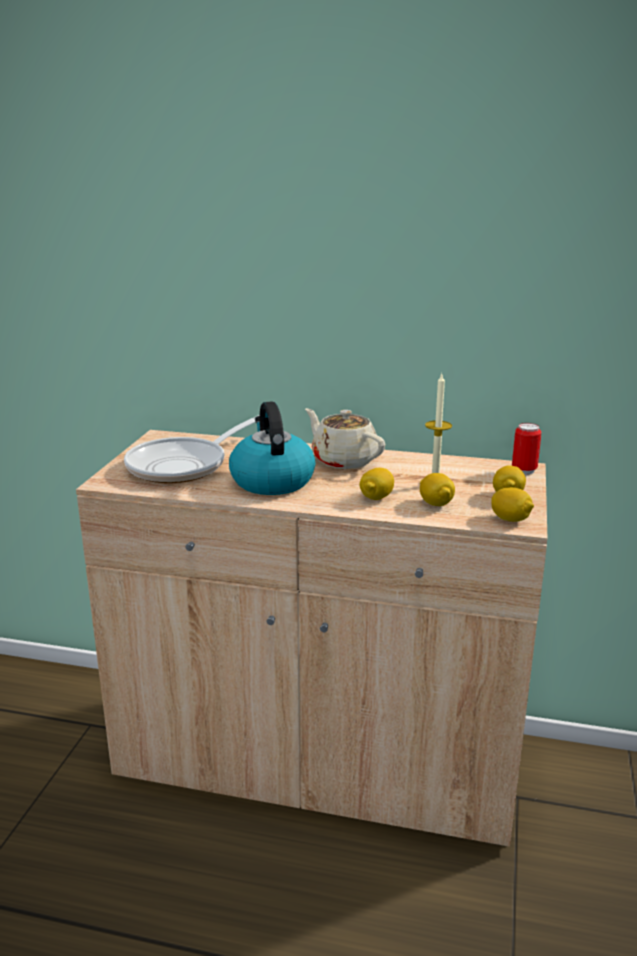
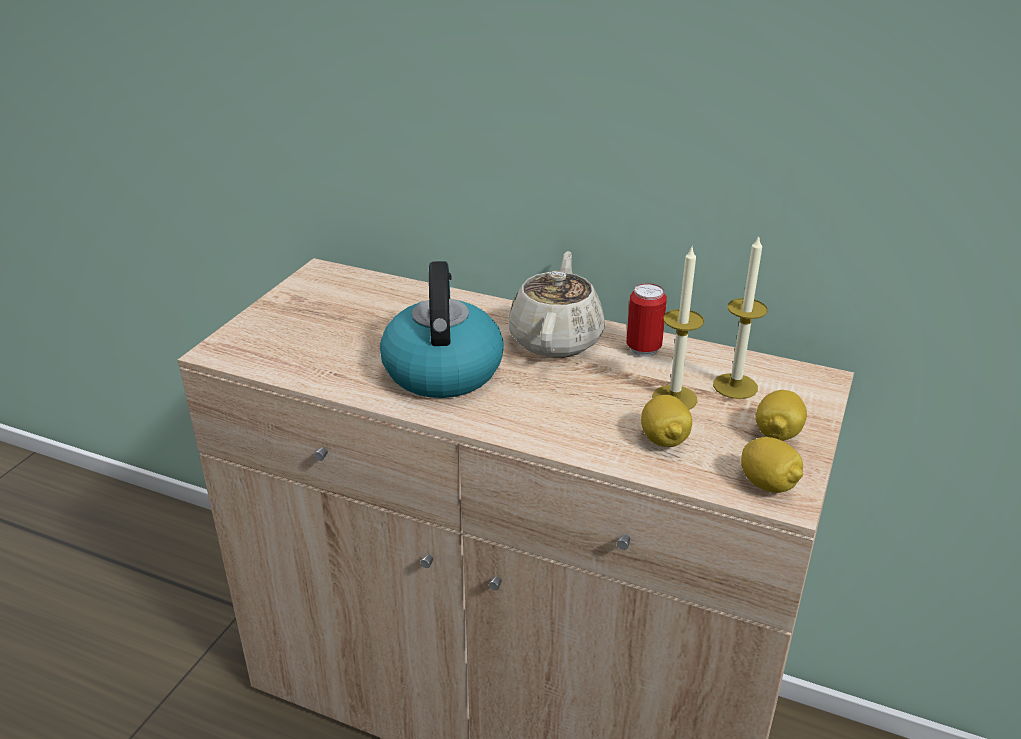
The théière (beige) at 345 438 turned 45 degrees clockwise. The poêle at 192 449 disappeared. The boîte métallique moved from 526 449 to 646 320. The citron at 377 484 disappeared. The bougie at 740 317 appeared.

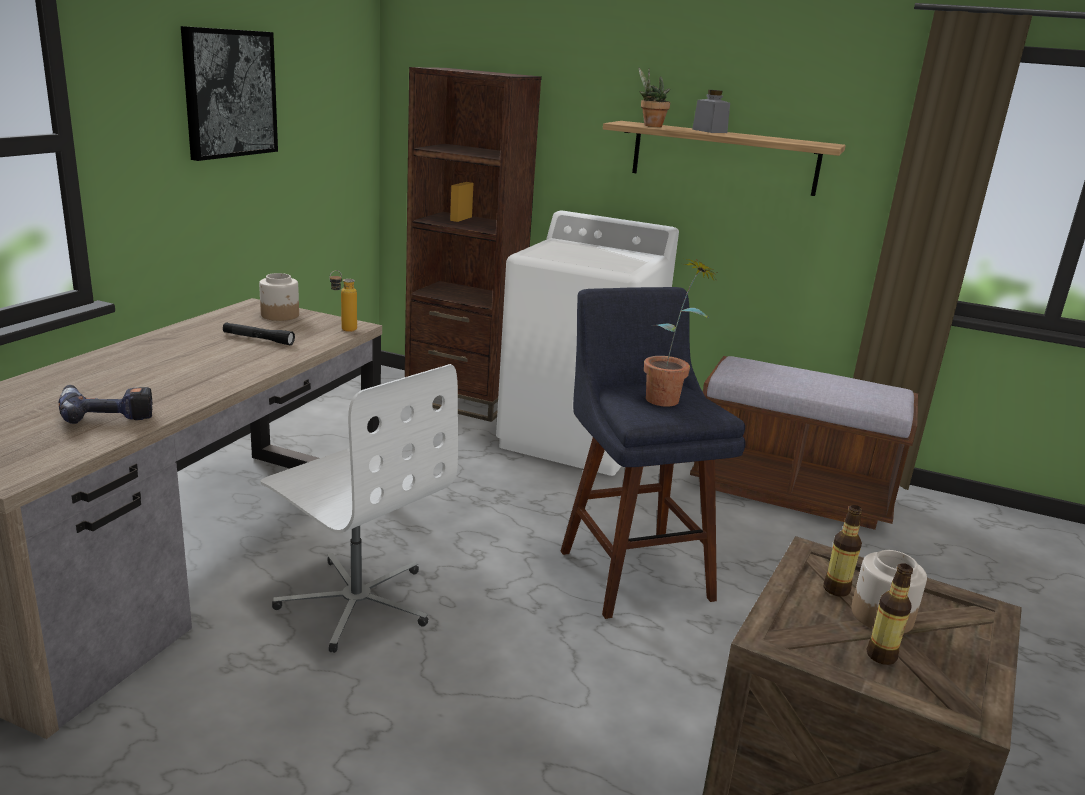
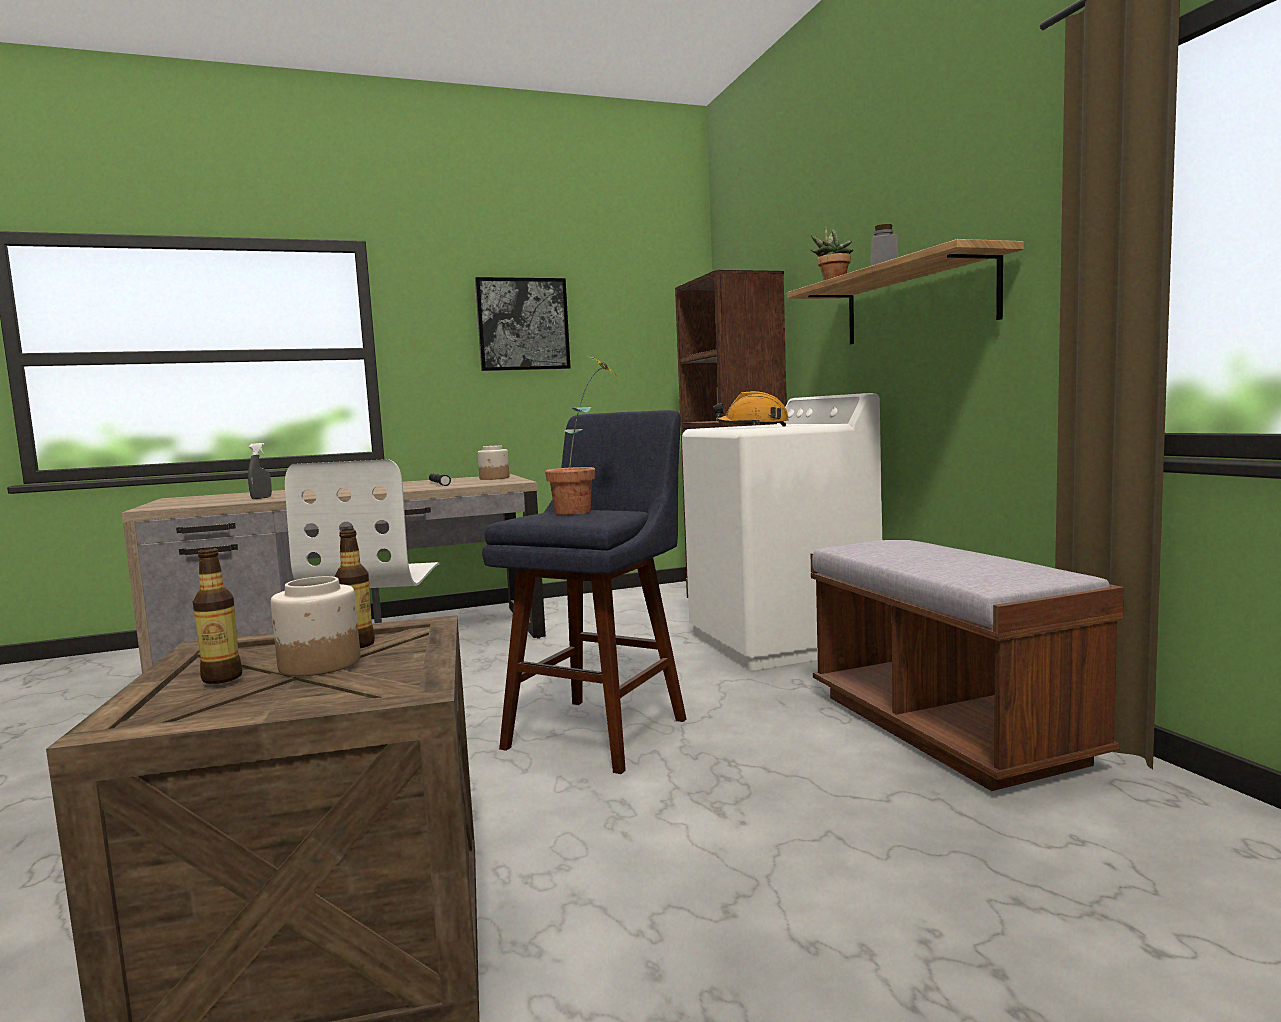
The bouteille at 343 301 disappeared. The perceuse at 106 404 was replaced by the vaporisateur (gris) at 260 471. The casque de chantier (orange) at 751 409 appeared.

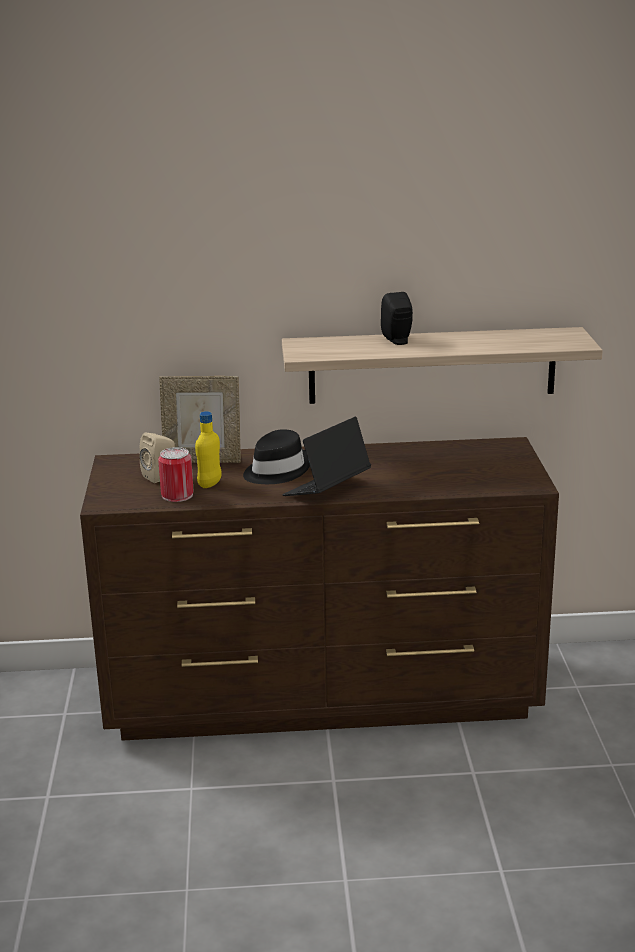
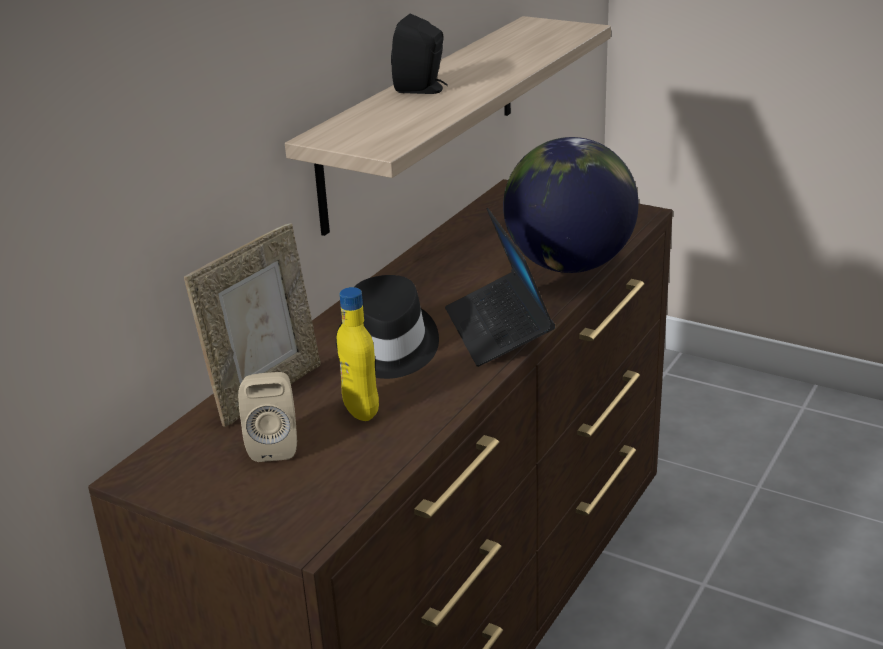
The boîte métallique at 176 474 disappeared. The globe at 571 205 appeared.

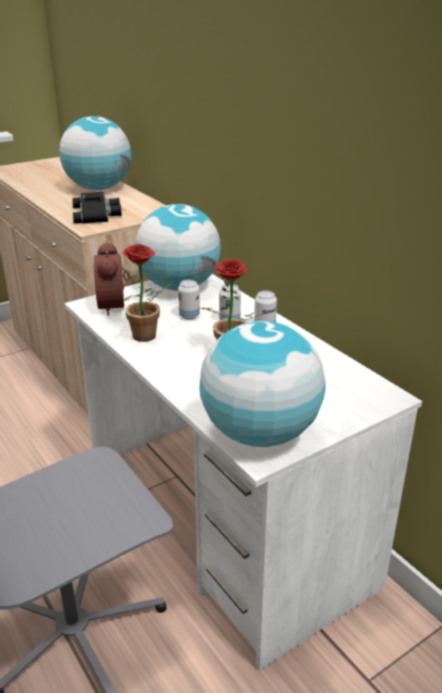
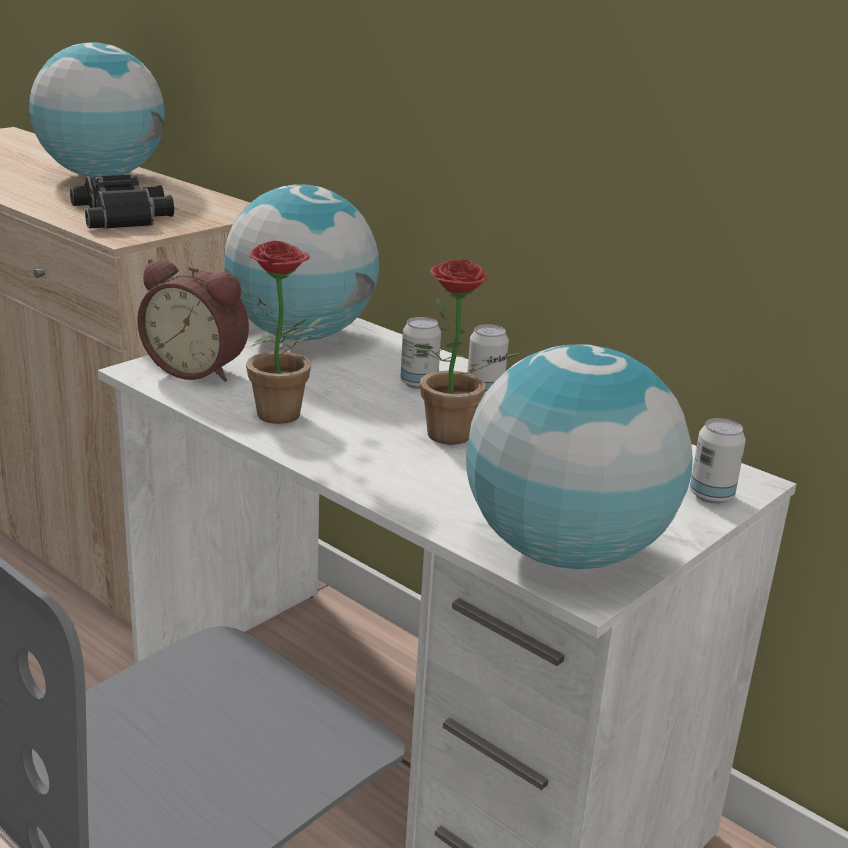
The réveil at 112 279 turned 45 degrees counterclockwise. The boîte métallique moved from 189 299 to 718 461.

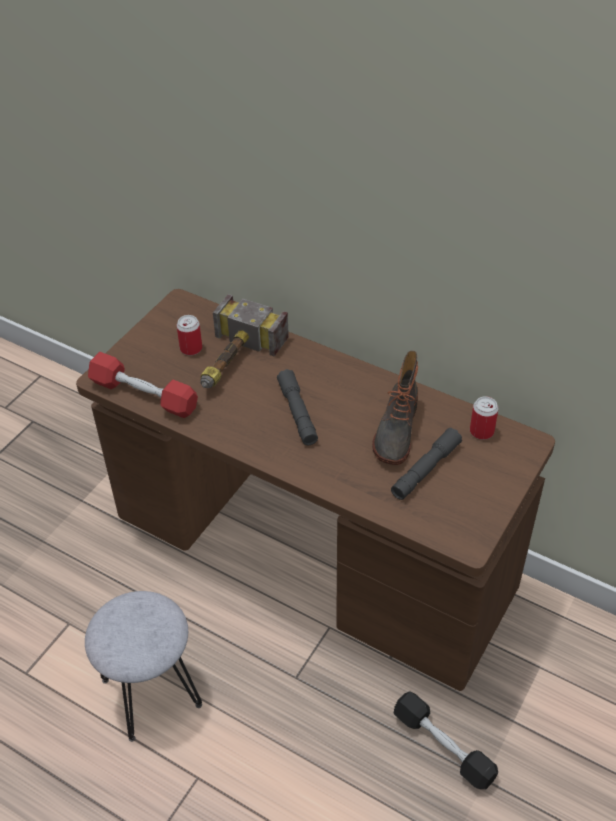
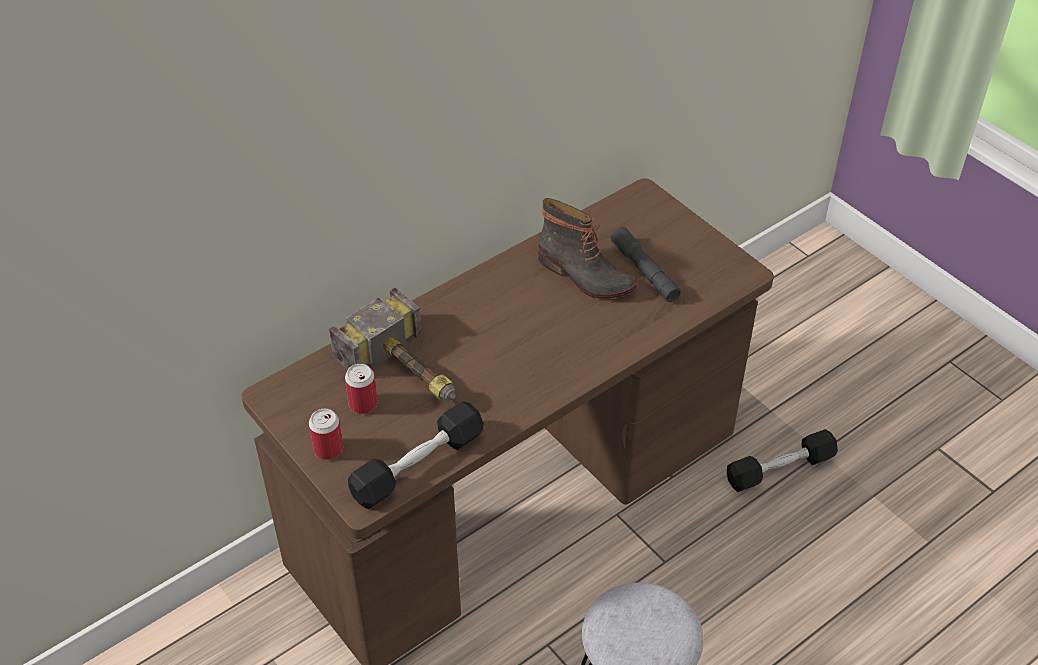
The haltère (rouge) at 143 385 became the haltère (noir) at 416 455. The lampe de poche (gris) at 297 407 disappeared. The boîte métallique moved from 484 418 to 326 434.

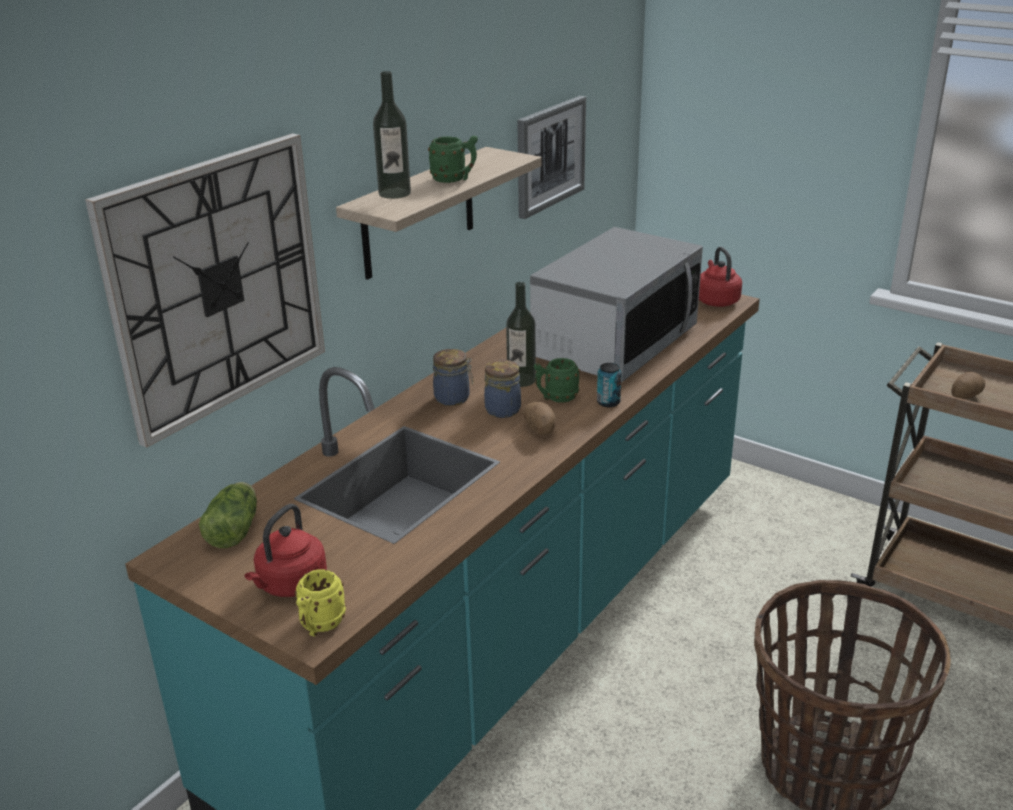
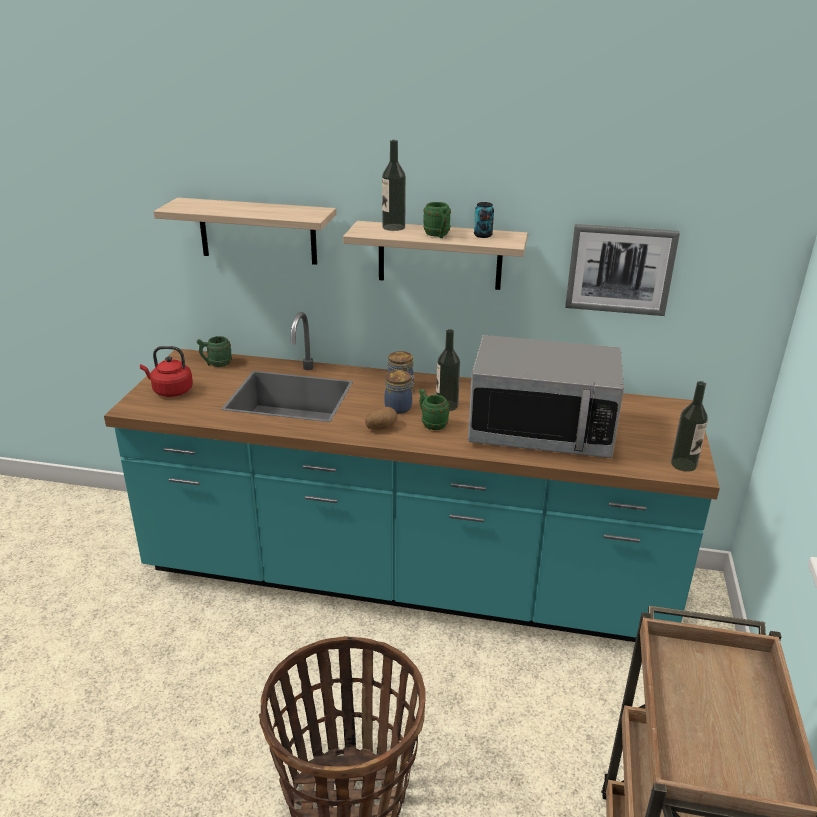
The horloge murale at 205 290 was replaced by the étagère at 245 231. The bouilloire (rouge) at 720 277 was replaced by the bouteille at 689 426. The boîte métallique moved from 609 385 to 484 220. The pomme de terre at 968 385 disappeared. The laitue at 228 515 was replaced by the mug (vert) at 214 351. The mug (jaune) at 320 602 disappeared.

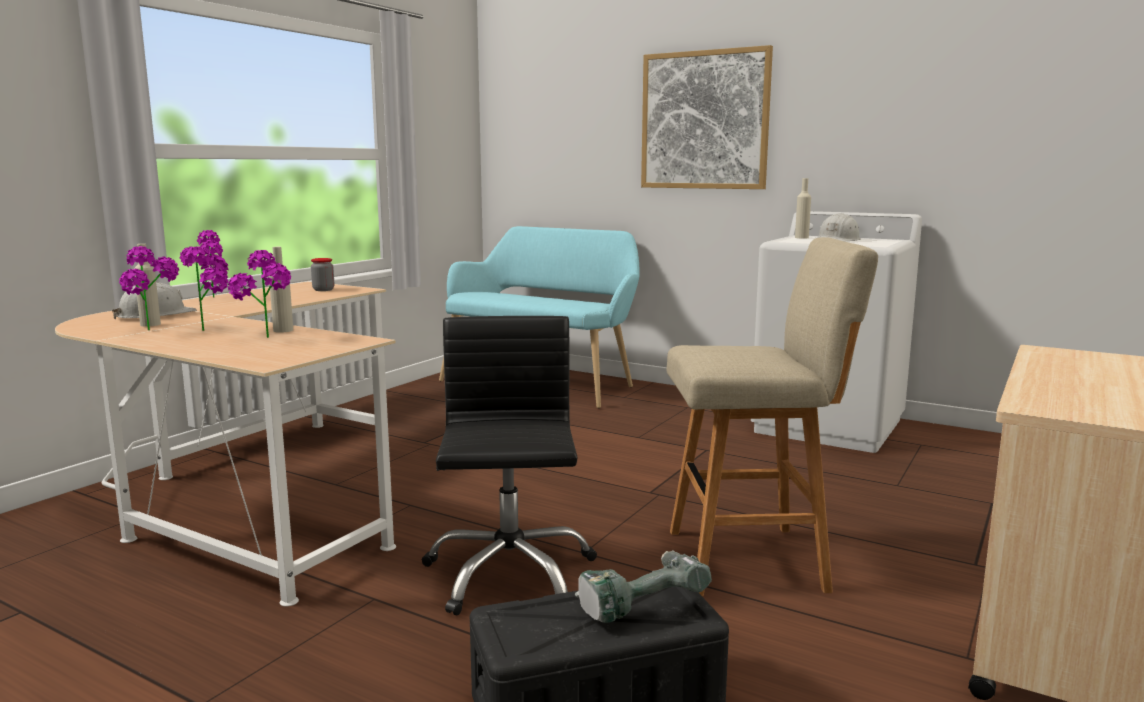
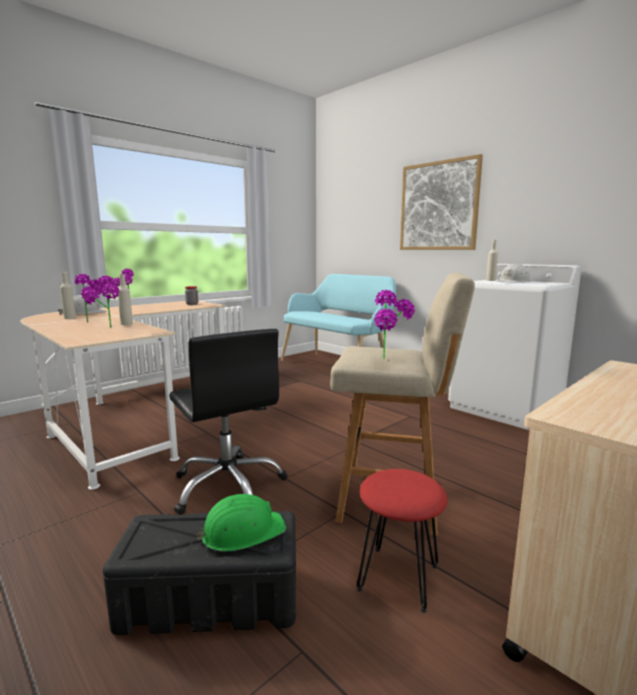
The plante en pot moved from 149 288 to 394 324. The chaise de bureau (noir) at 509 466 turned 135 degrees clockwise. The perceuse at 643 586 was replaced by the casque de chantier (vert) at 241 522. The tabouret (rouge) at 402 541 appeared.

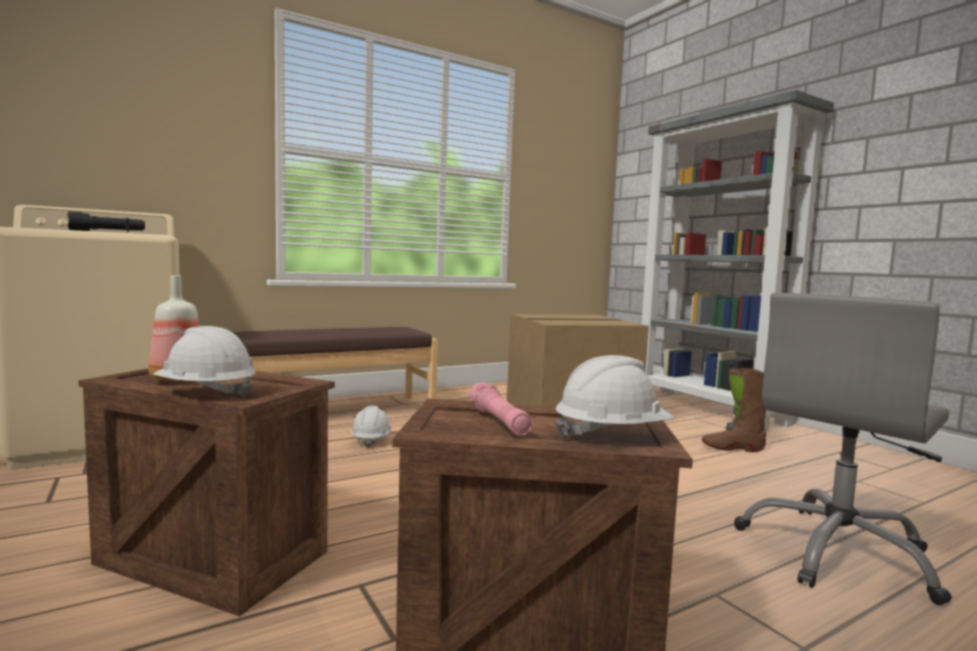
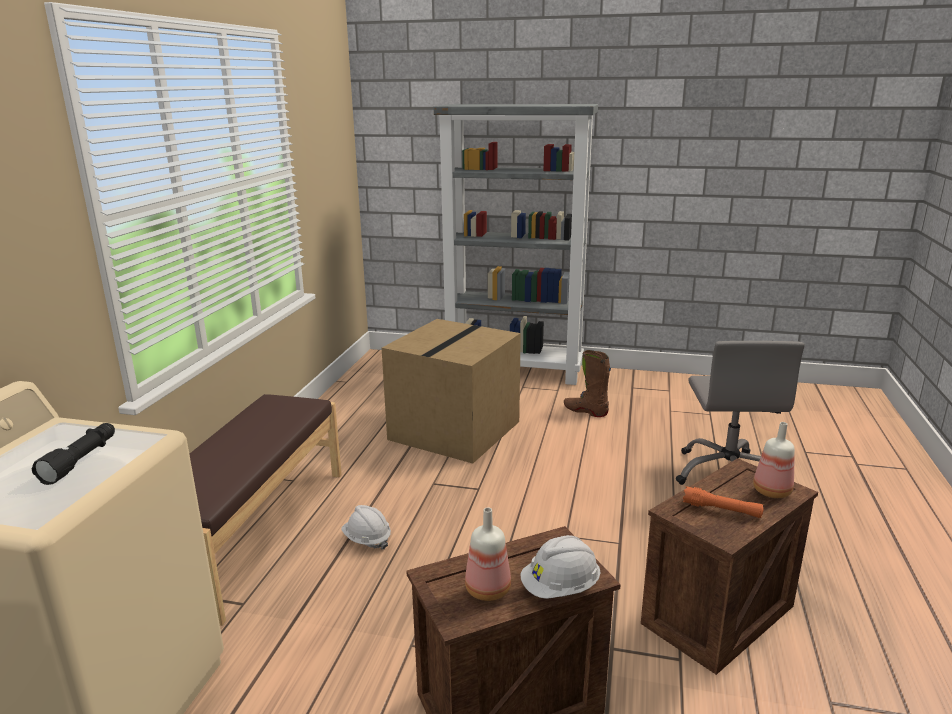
The casque de chantier (blanc) at 614 397 was replaced by the bouteille at 774 460. The botte (marron) at 734 410 turned 75 degrees clockwise. The lampe de poche (rose) at 501 409 became the lampe de poche (orange) at 723 502.

